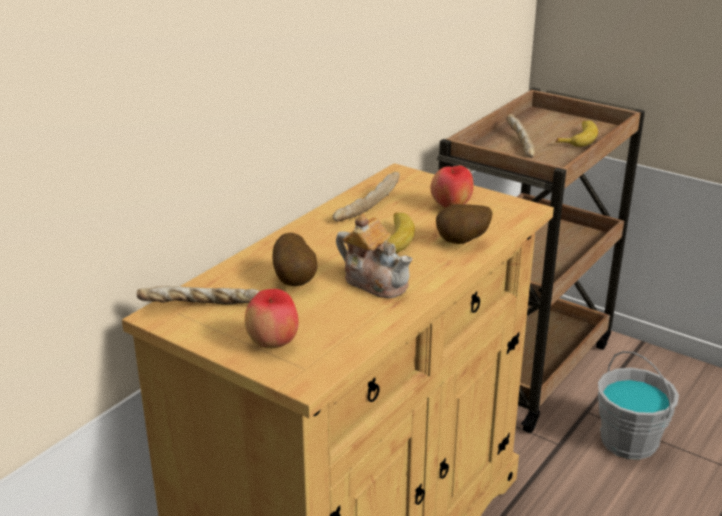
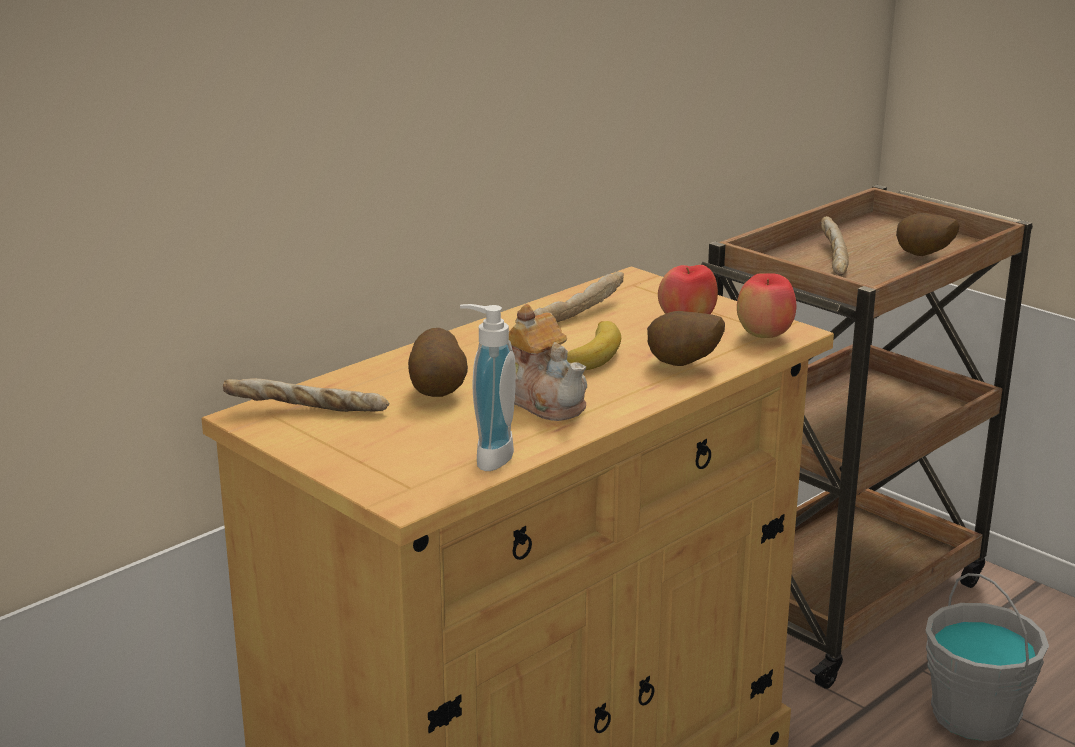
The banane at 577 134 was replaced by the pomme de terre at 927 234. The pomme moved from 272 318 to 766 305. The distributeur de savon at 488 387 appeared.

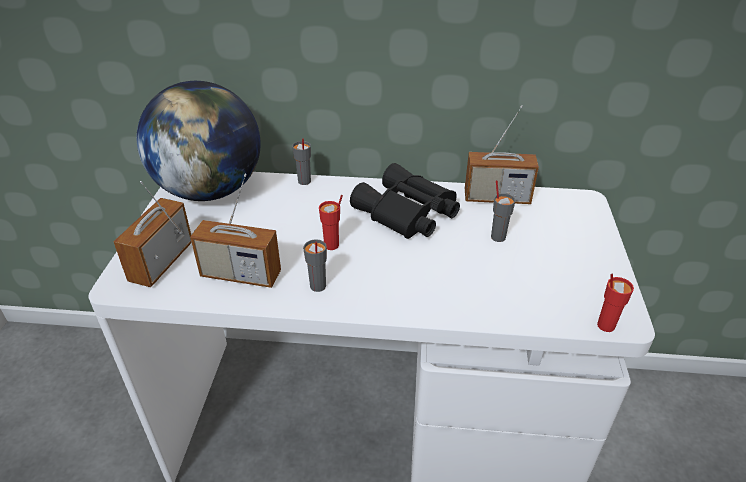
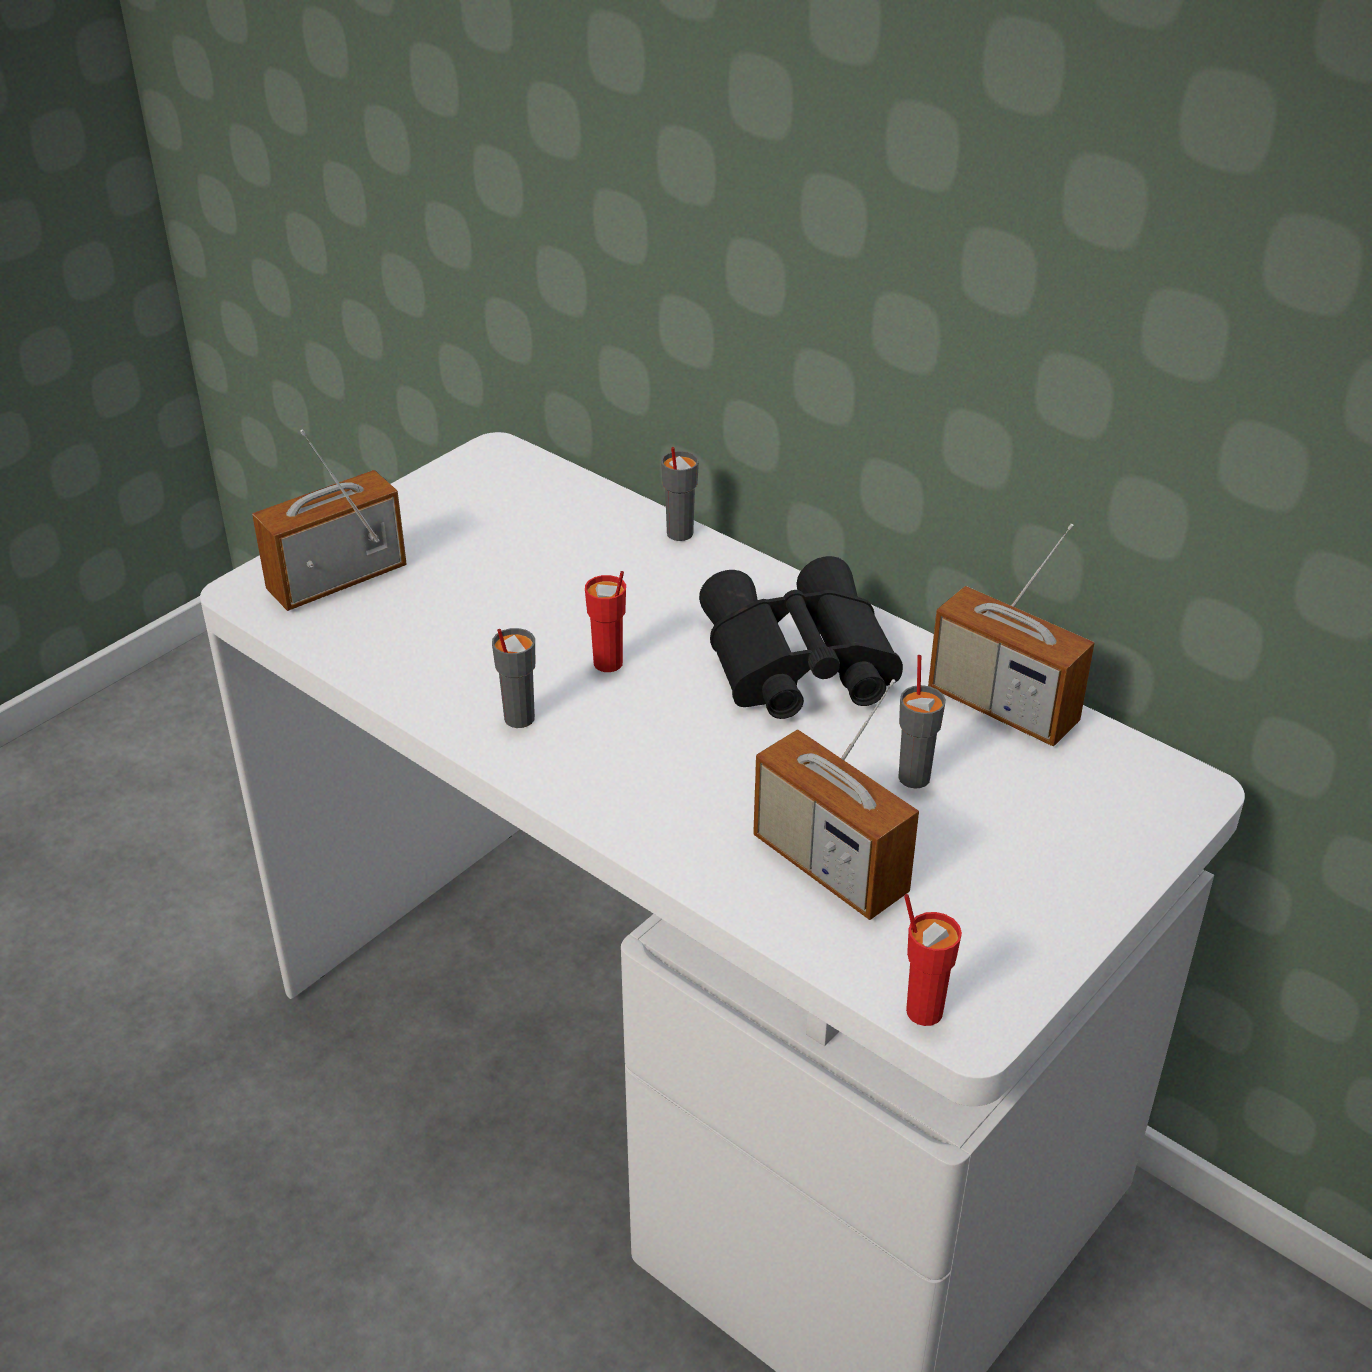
The globe at 199 141 disappeared. The radio moved from 235 230 to 836 799.

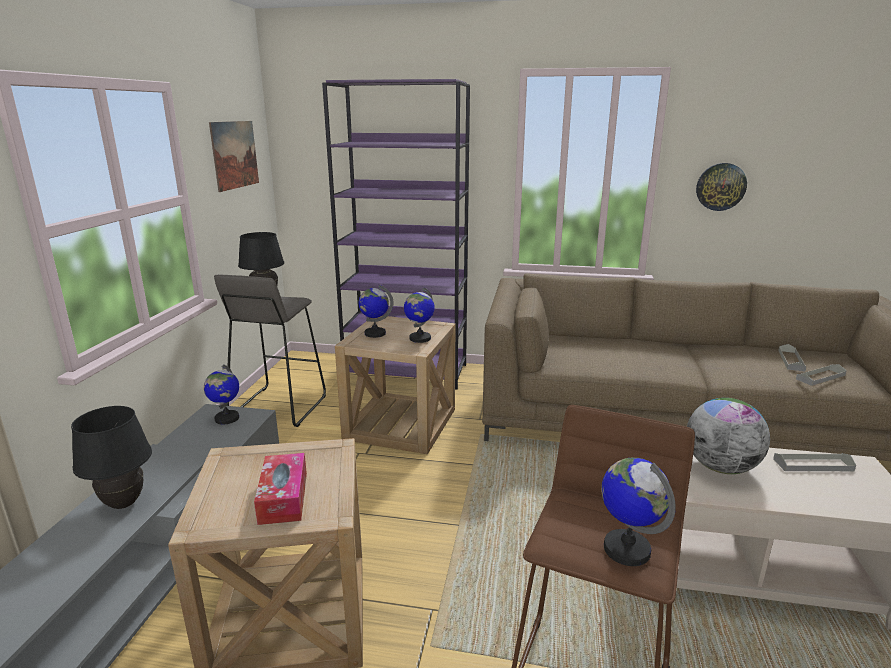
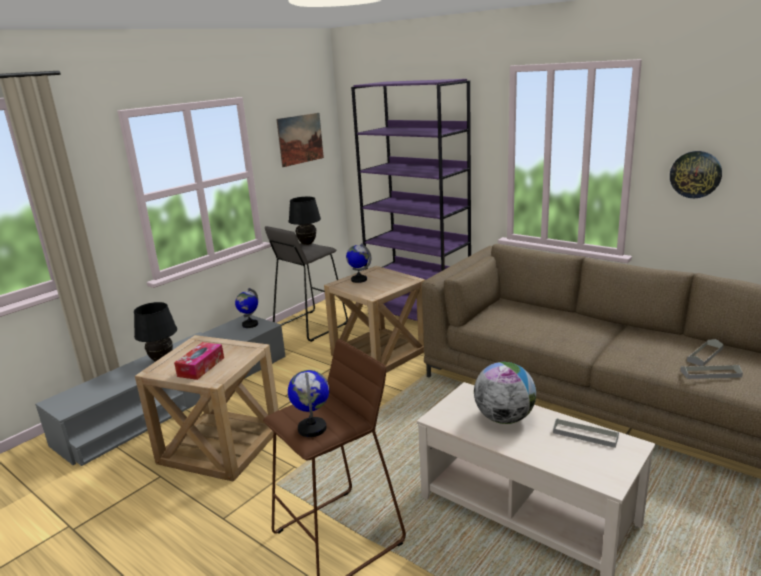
The globe at 419 315 disappeared.

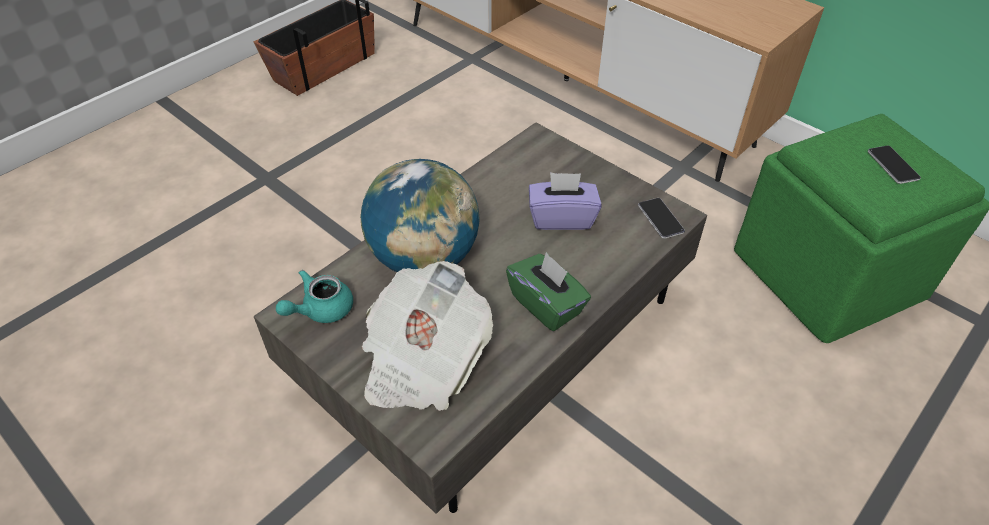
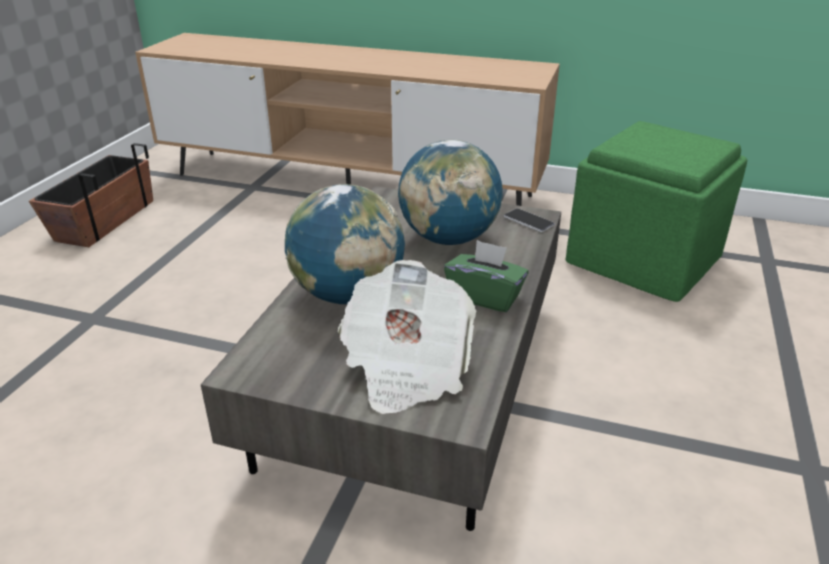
The téléphone at 894 165 disappeared. The boîte à mouchoirs (violet) at 565 201 was replaced by the globe at 450 192. The théière (turquoise) at 314 296 disappeared.

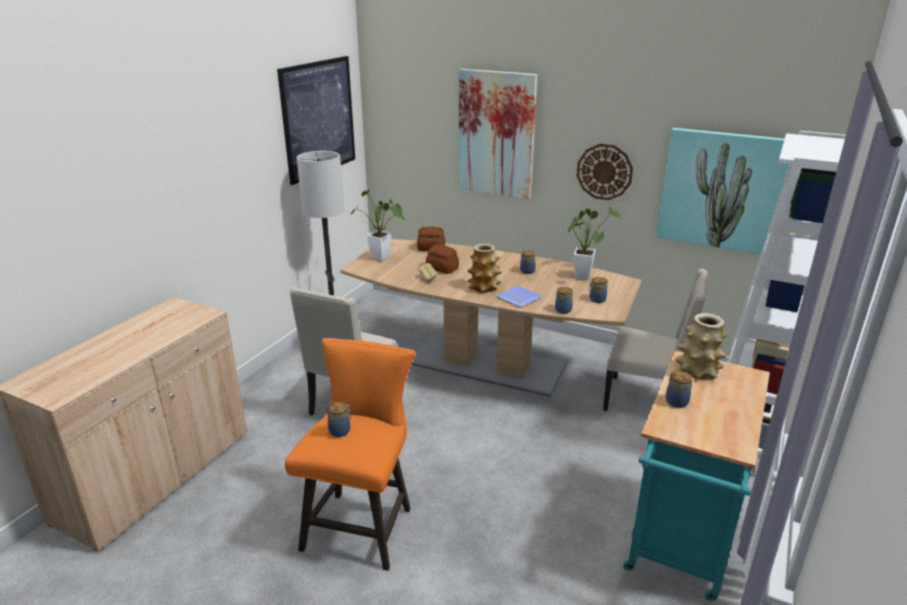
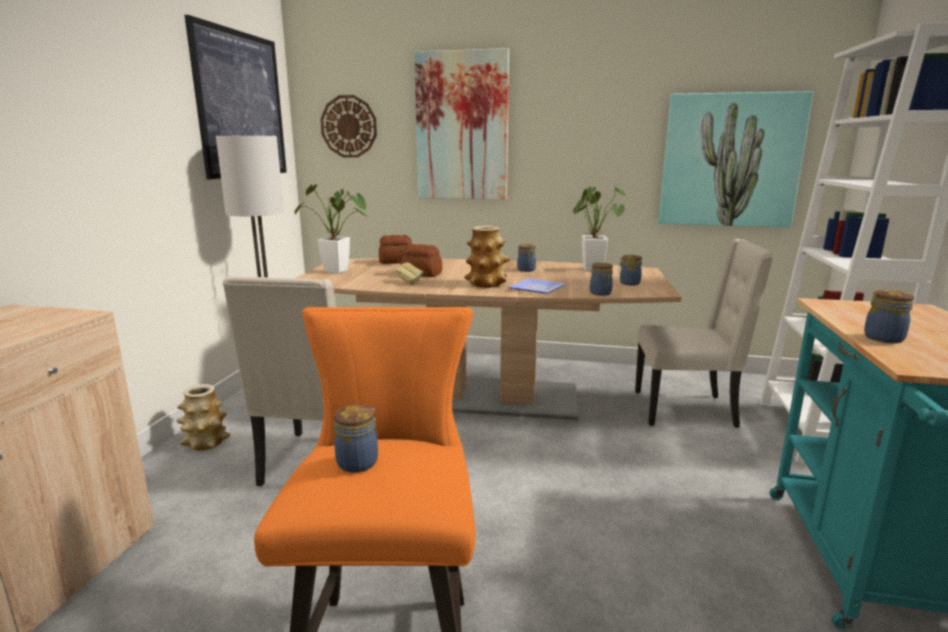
The horloge murale moved from 605 172 to 348 126. The vase moved from 701 346 to 203 417.

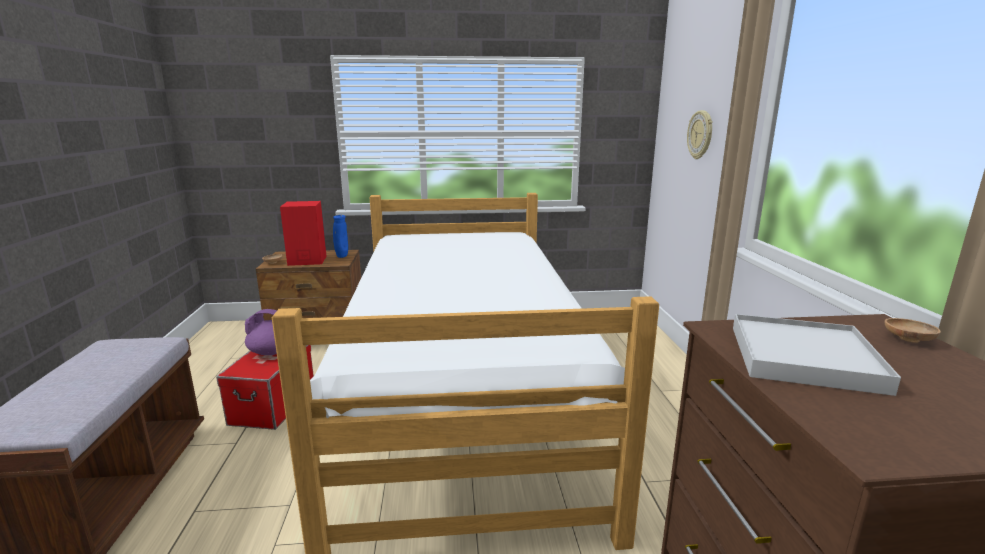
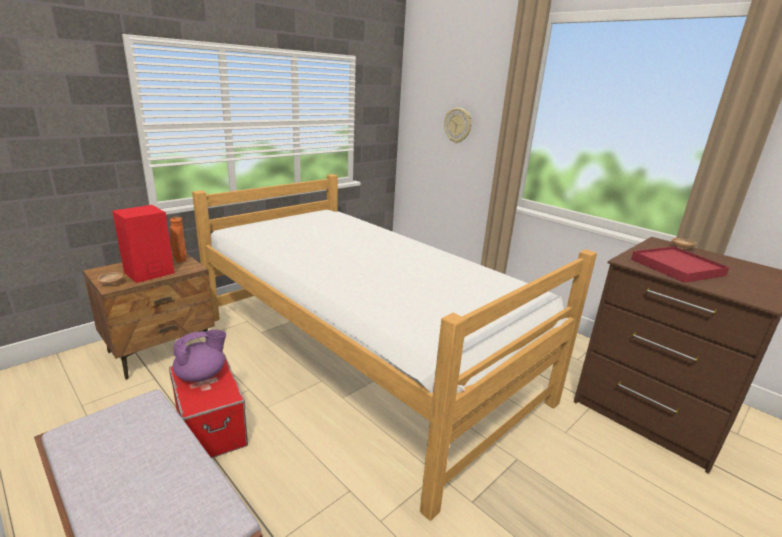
The vase (bleu) at 340 236 became the vase (orange) at 178 240. The plateau (blanc) at 817 355 became the plateau (rouge) at 680 264.

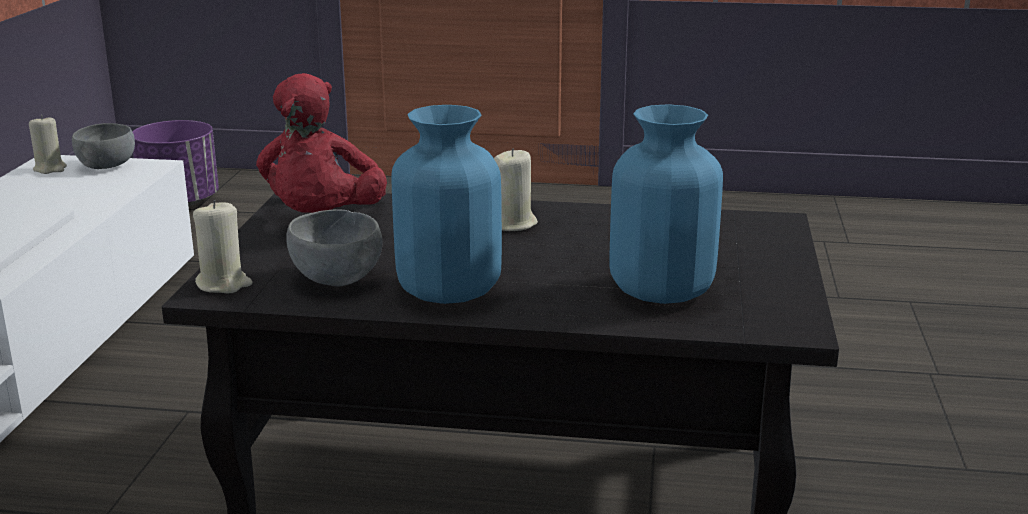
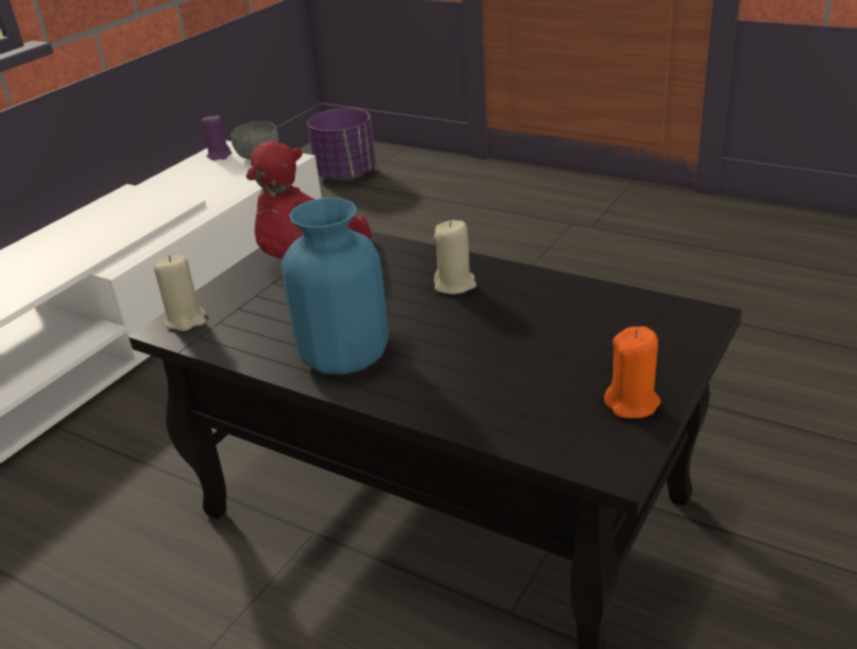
The vase (bleu) at 666 204 disappeared. The bougie (beige) at 48 144 became the bougie (violet) at 217 137. The bol (gris) at 334 248 disappeared. The bougie (orange) at 632 372 appeared.

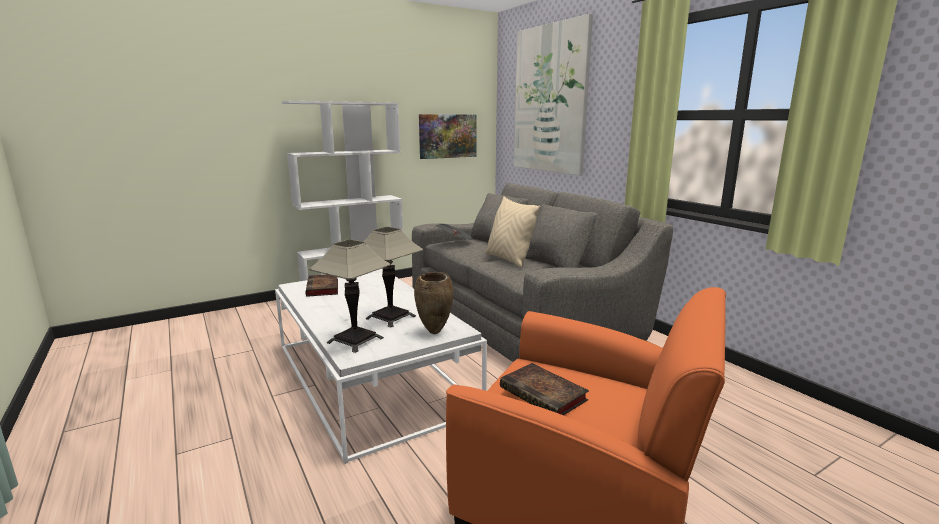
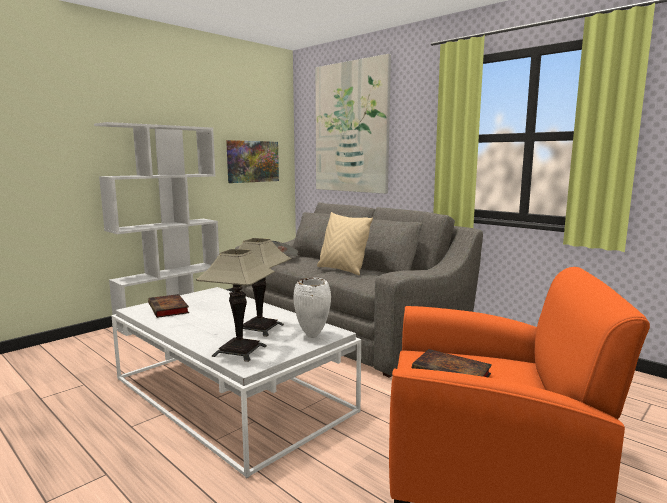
The vase (marron) at 433 303 became the vase (blanc) at 312 308.

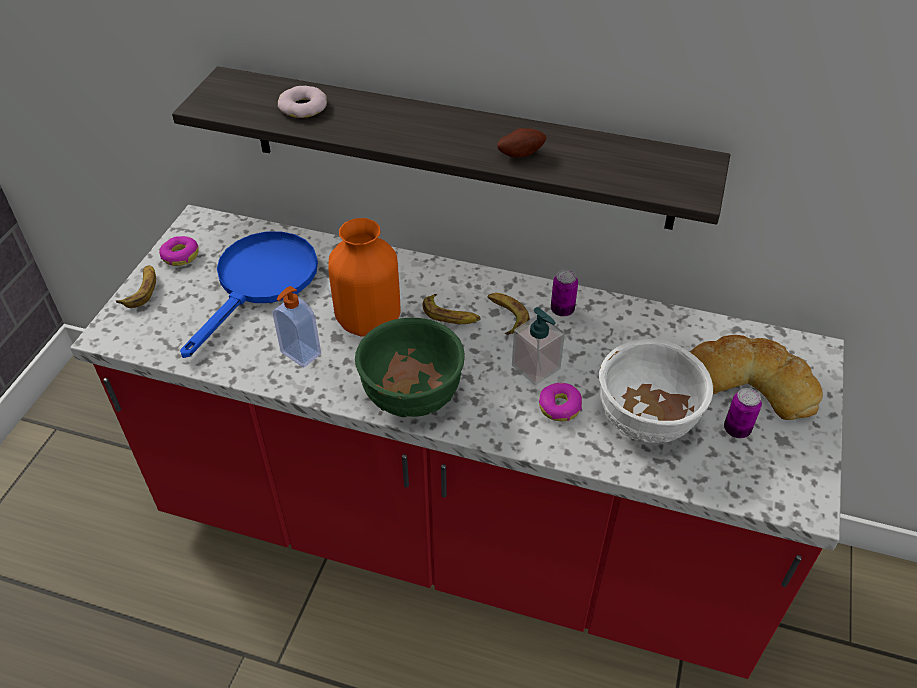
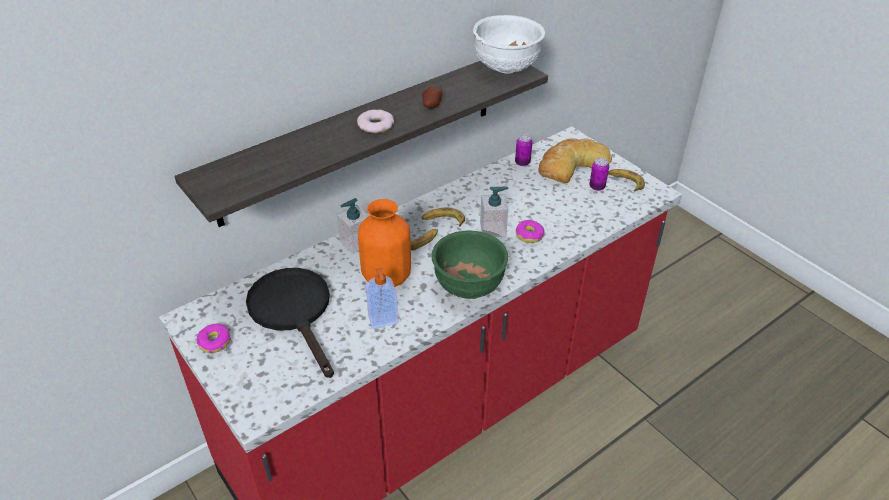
The beignet moved from 302 102 to 375 121. The poêle (bleu) at 249 294 became the poêle (noir) at 290 323. The banane moved from 136 286 to 626 180. The boîte métallique moved from 564 293 to 523 150. The bol (blanc) moved from 656 391 to 509 44. The distributeur de savon at 352 226 appeared.

